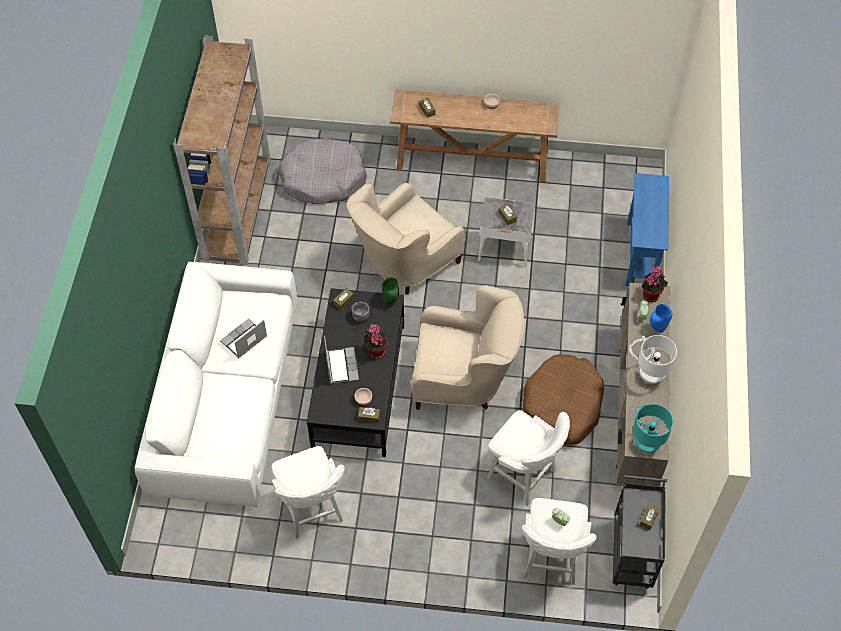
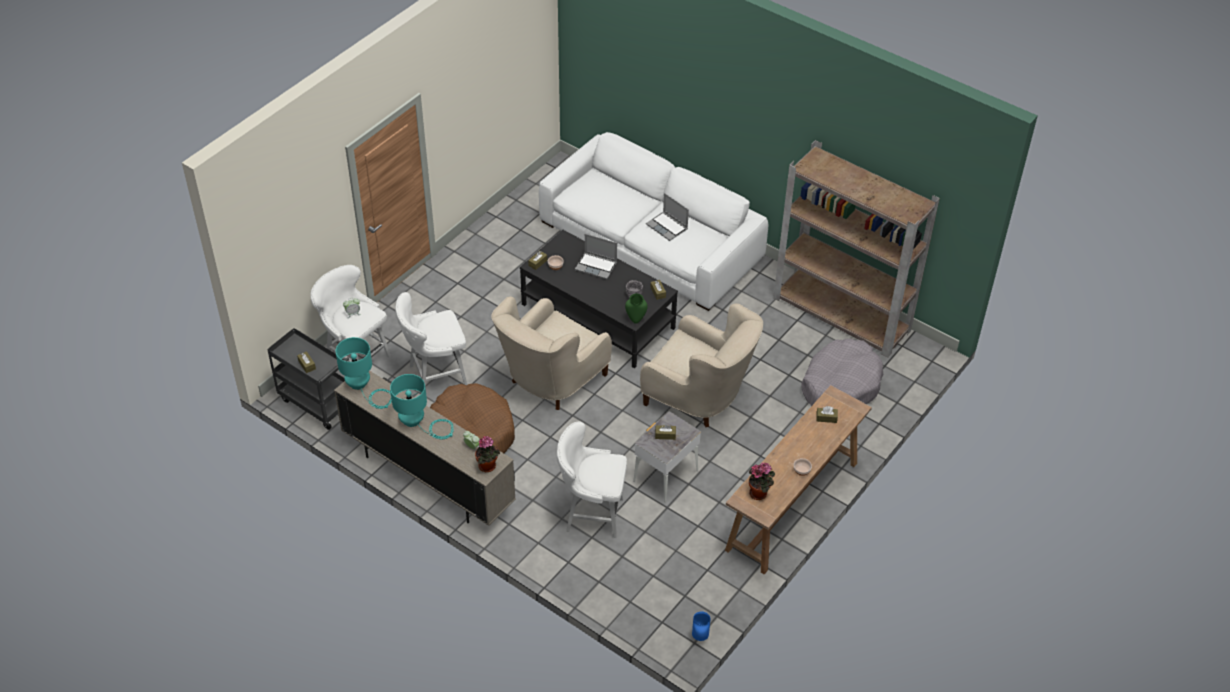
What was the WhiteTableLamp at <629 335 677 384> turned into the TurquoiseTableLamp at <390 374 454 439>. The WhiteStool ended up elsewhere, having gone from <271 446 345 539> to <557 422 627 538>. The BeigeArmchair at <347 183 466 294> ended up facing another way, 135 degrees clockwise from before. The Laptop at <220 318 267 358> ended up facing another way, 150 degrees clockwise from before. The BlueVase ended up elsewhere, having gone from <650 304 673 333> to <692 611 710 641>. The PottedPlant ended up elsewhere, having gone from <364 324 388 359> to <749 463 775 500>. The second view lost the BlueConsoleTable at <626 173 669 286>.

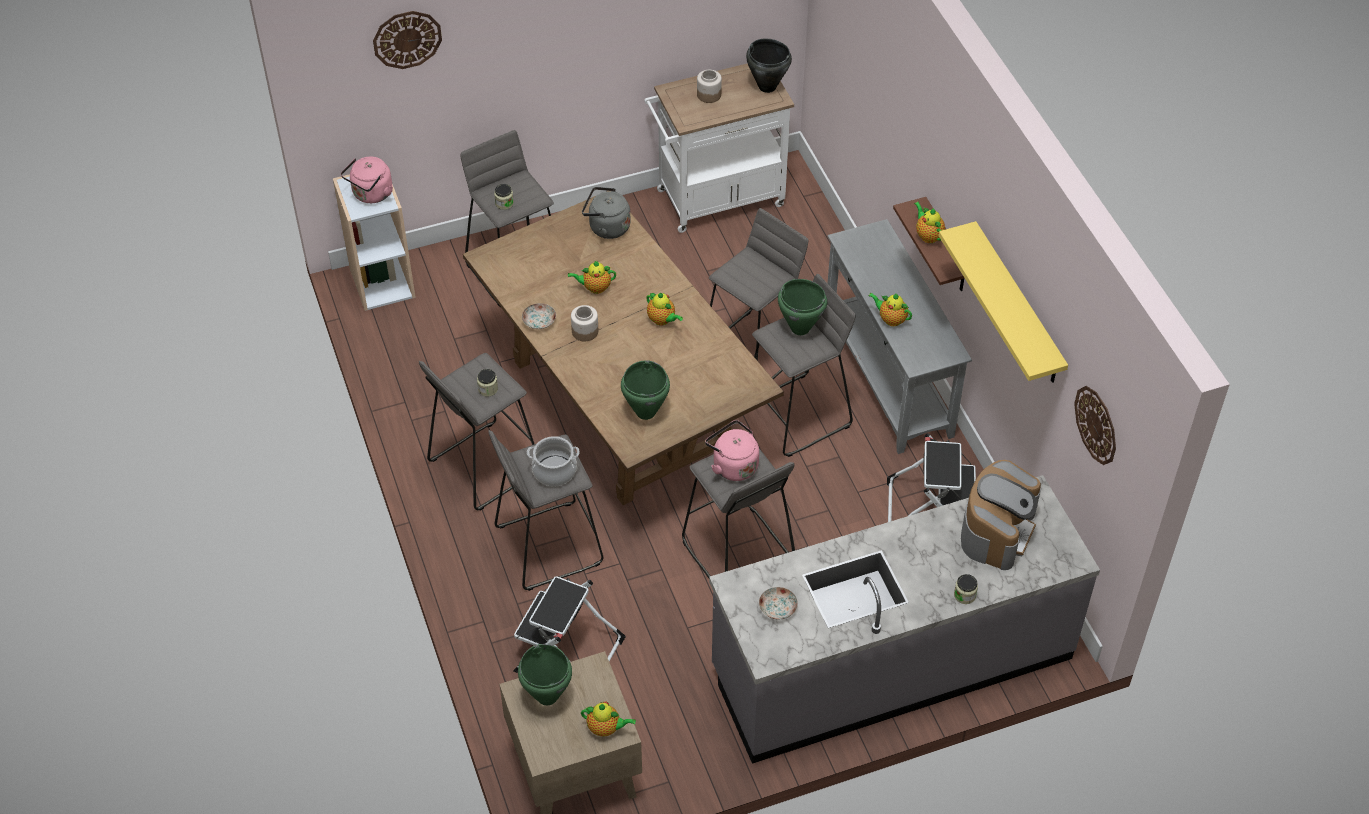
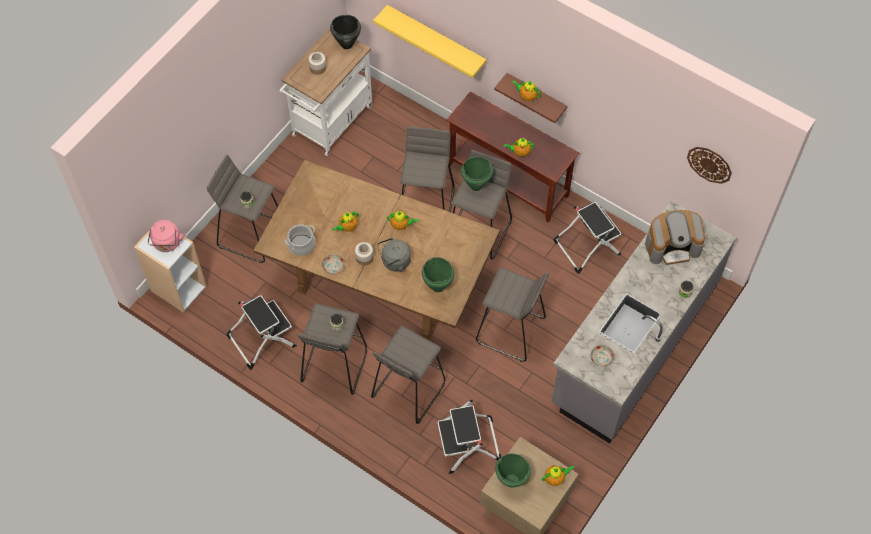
The second view gained the StepLadder at <226 295 297 370>. The CookingPot ended up elsewhere, having gone from <527 436 580 486> to <285 224 315 256>. The YellowShelf ended up elsewhere, having gone from <939 221 1068 383> to <373 5 487 78>. The GreyKettle ended up elsewhere, having gone from <582 187 631 239> to <377 238 411 272>. What was the GreyConsoleTable at <827 219 972 454> turned into the BrownConsoleTable at <446 92 579 223>. The CoffeeMachine at <961 460 1041 570> ended up facing another way, 90 degrees clockwise from before. The second view lost the WallClock at <373 11 442 69>. The second view lost the PinkKettle at <705 420 759 481>.

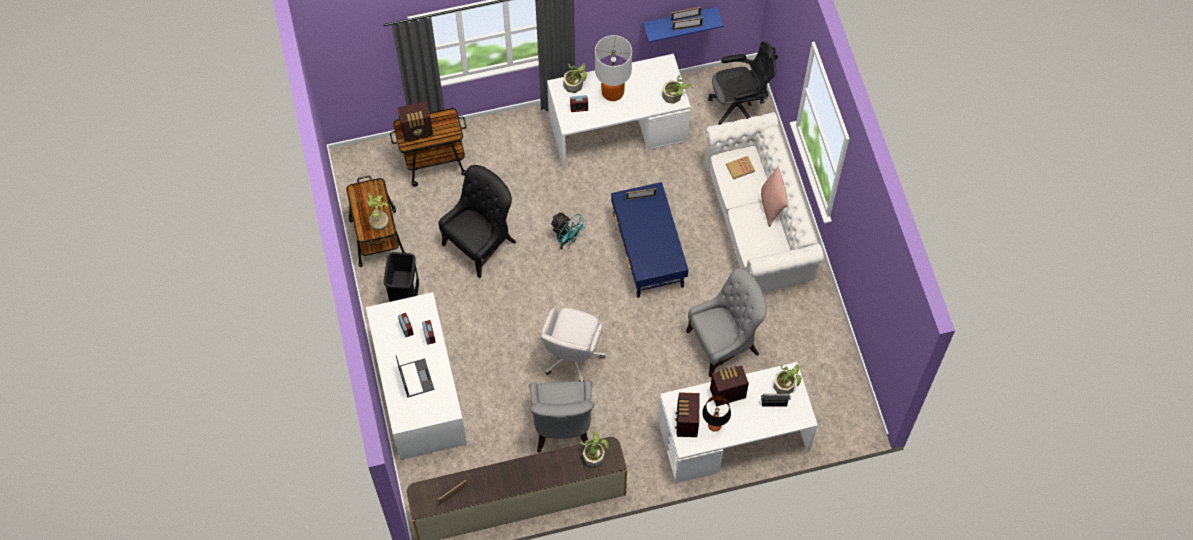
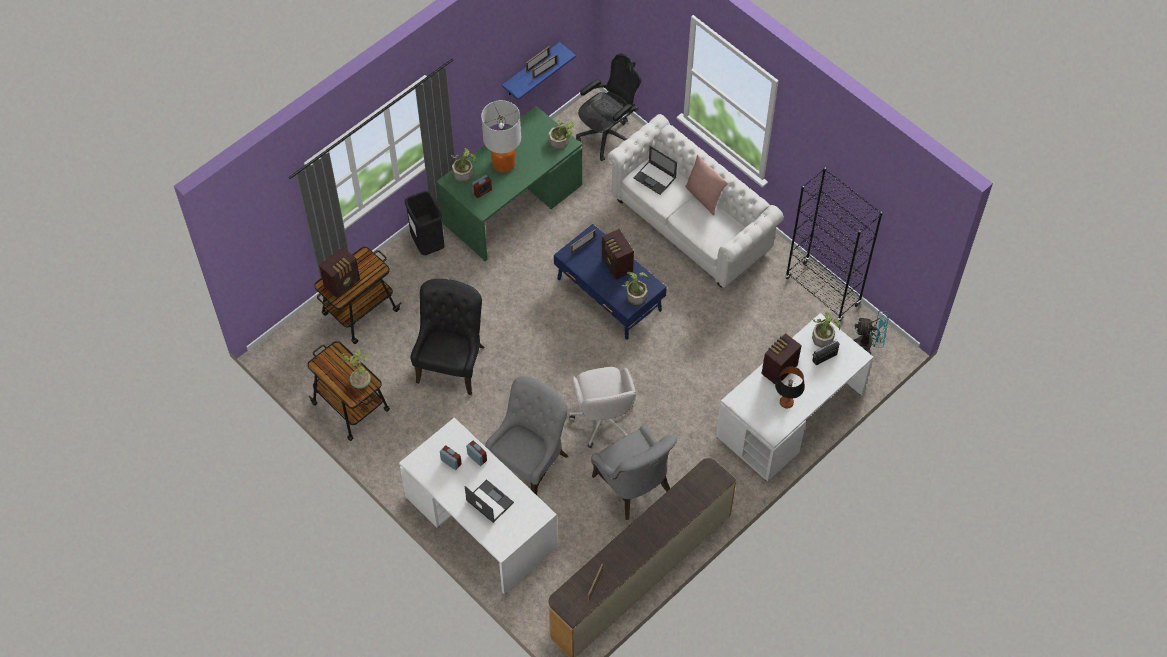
The BlackTrashCan ended up elsewhere, having gone from <384 252 419 302> to <405 191 444 255>. What was the WhiteDesk at <547 54 691 169> turned into the GreenDesk at <436 106 582 261>. The GreyChair ended up elsewhere, having gone from <686 268 767 377> to <485 376 568 495>. The Radio ended up elsewhere, having gone from <675 392 700 437> to <602 229 634 280>. The PottedPlant ended up elsewhere, having gone from <580 432 609 468> to <621 272 650 305>. Where the Book stood at <726 156 755 179>, the Laptop came to stand at <633 146 677 195>. The second view gained the BlackBookcase at <785 168 883 322>. The TurquoiseFan ended up elsewhere, having gone from <550 212 587 250> to <853 310 889 354>.

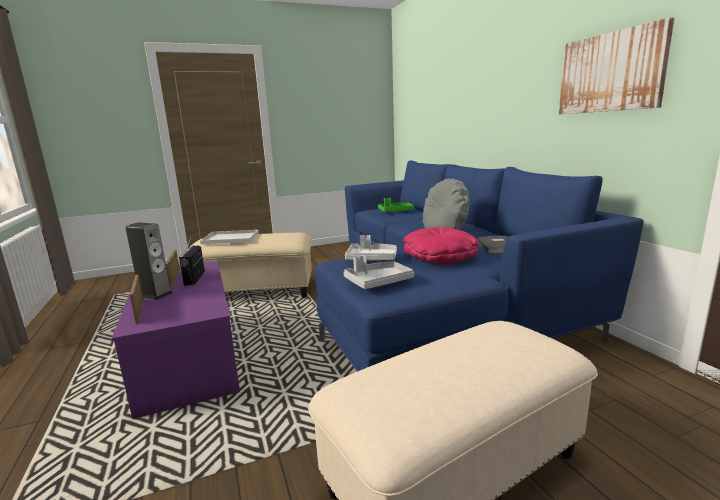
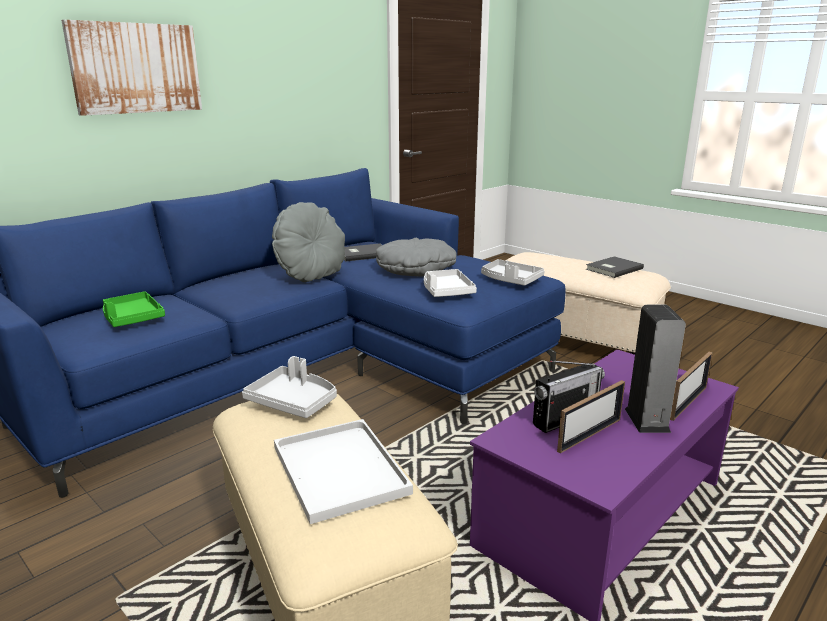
The Picture ended up elsewhere, having gone from <559 17 674 114> to <61 20 202 116>. The second view gained the GreyTray at <242 356 337 418>. What was the PinkPillow at <403 227 479 264> turned into the GreyPillow at <376 238 457 277>. The second view gained the GreyBook at <586 256 644 278>.

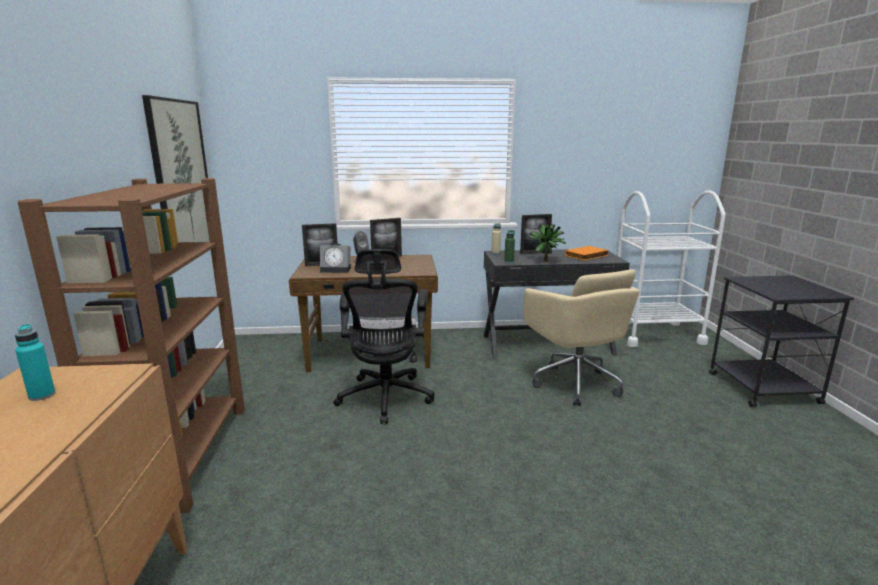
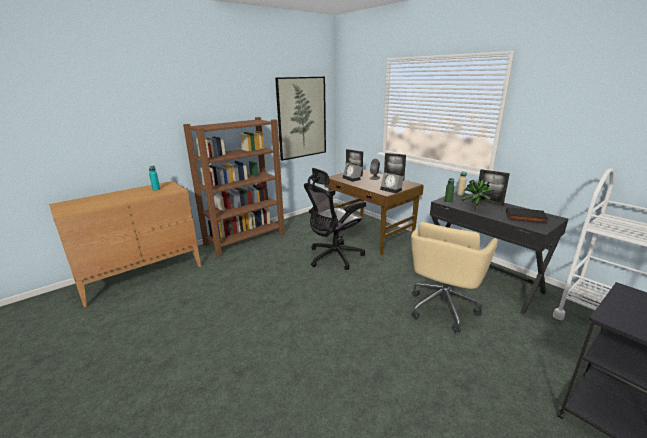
The second view gained the AlarmClock at <380 172 404 193>. What was the OrangeBook at <565 246 609 261> turned into the BlackBook at <506 207 548 224>.

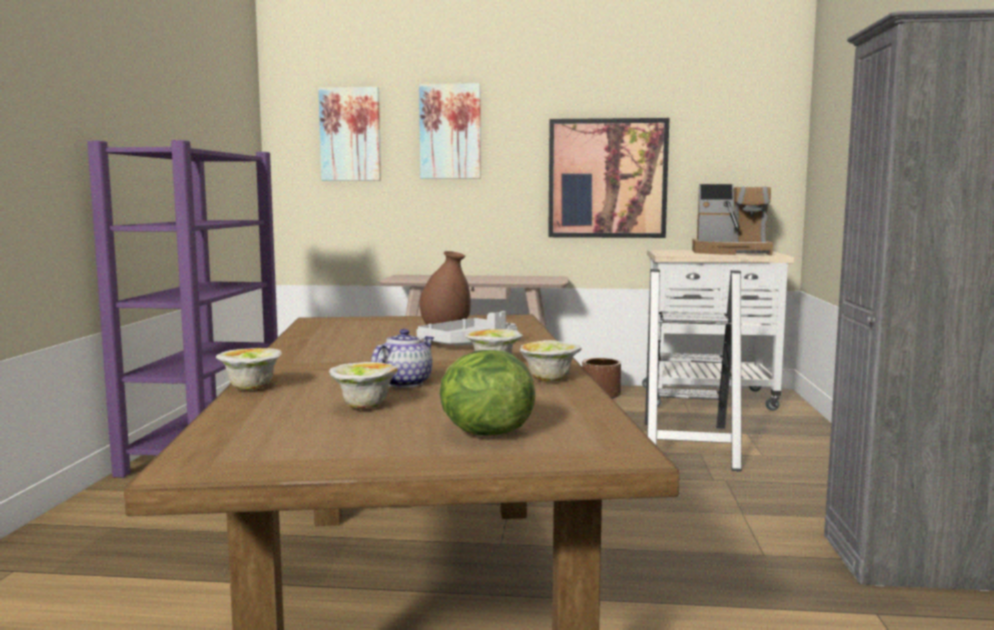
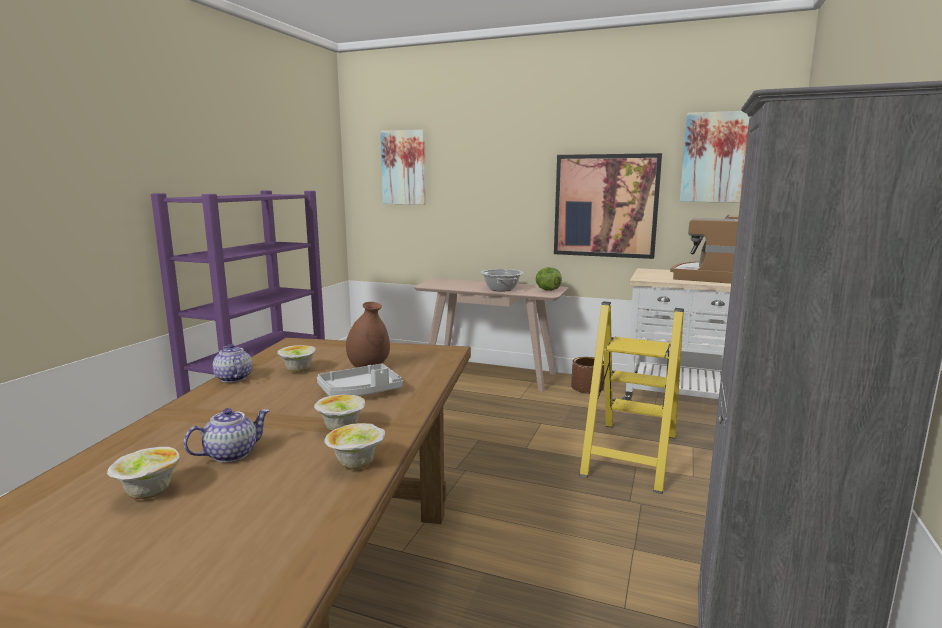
The second view gained the Teapot at <213 344 252 383>. The Bowl ended up elsewhere, having gone from <216 348 282 390> to <277 345 316 373>. The second view gained the CookingPot at <480 269 523 291>. The Lettuce ended up elsewhere, having gone from <439 350 536 436> to <536 267 562 291>. What was the GreyStepLadder at <645 269 742 471> turned into the YellowStepLadder at <579 301 684 494>. The CoffeeMachine at <692 184 773 255> ended up facing another way, 90 degrees clockwise from before. The Picture ended up elsewhere, having gone from <419 83 481 179> to <680 111 750 203>.

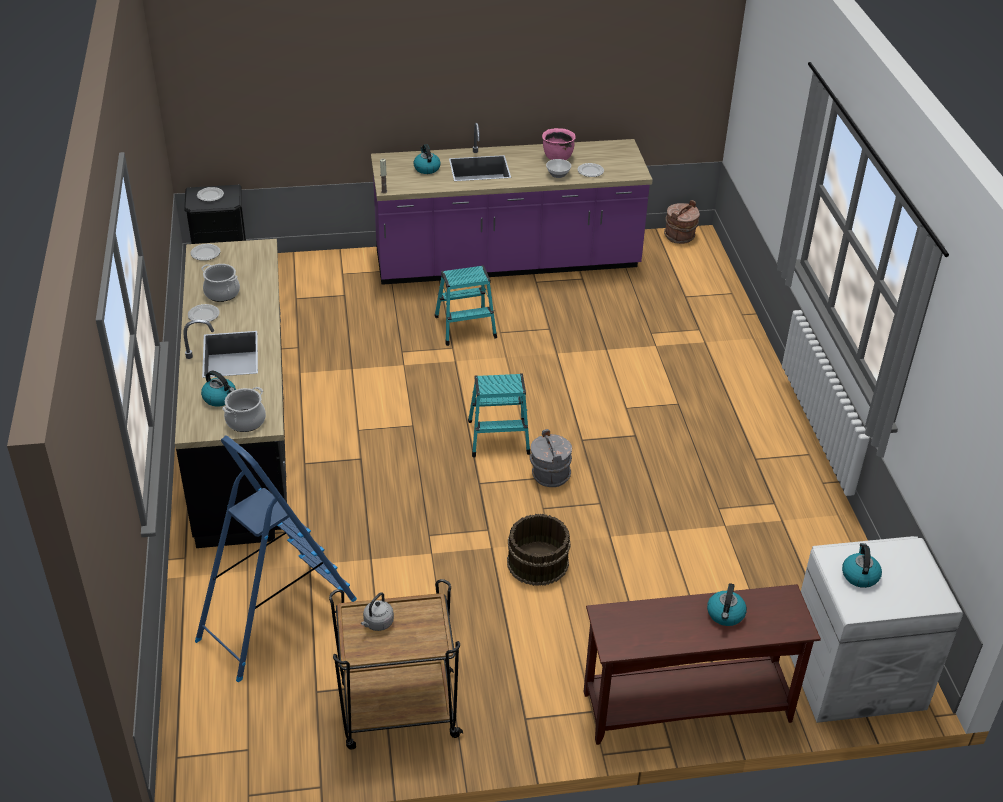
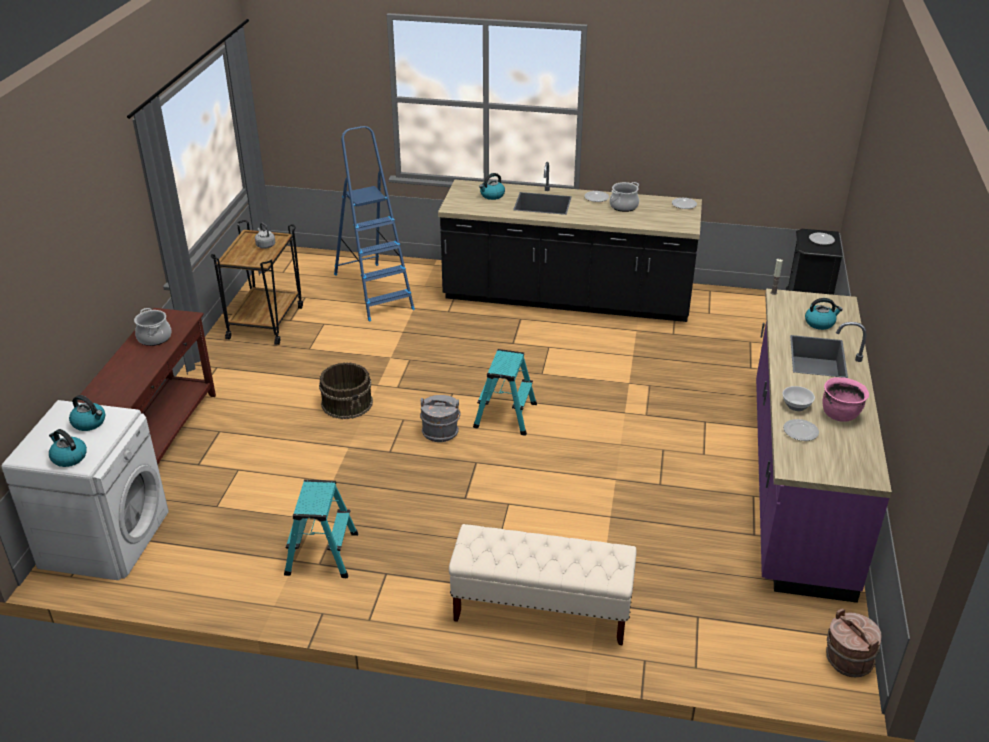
The Kettle ended up elsewhere, having gone from <707 583 747 626> to <49 429 87 467>. The CookingPot ended up elsewhere, having gone from <222 387 266 432> to <134 308 171 346>. The TurquoiseStepLadder ended up elsewhere, having gone from <434 265 497 346> to <284 479 358 578>. The second view gained the BeigeBench at <449 524 637 645>.

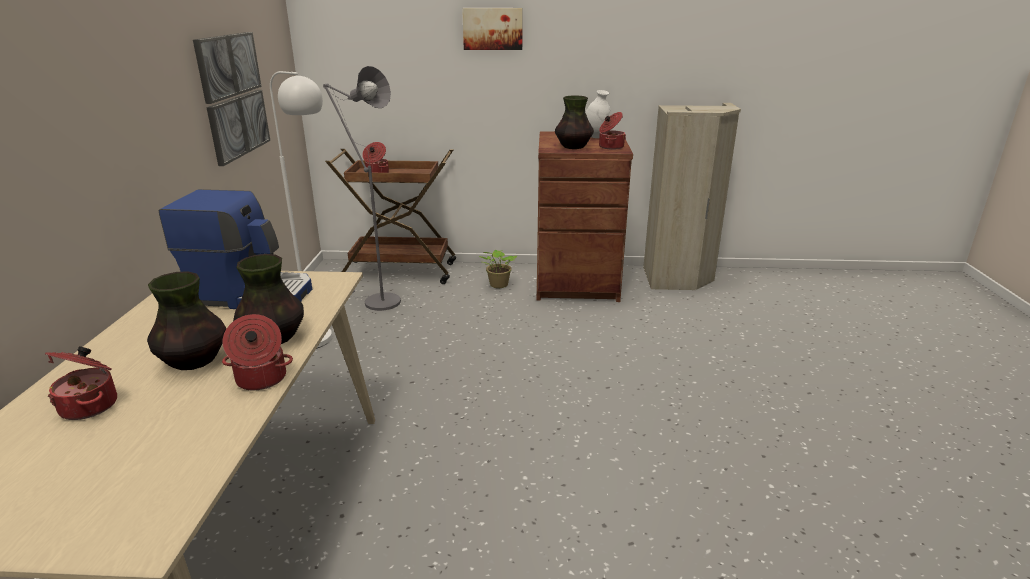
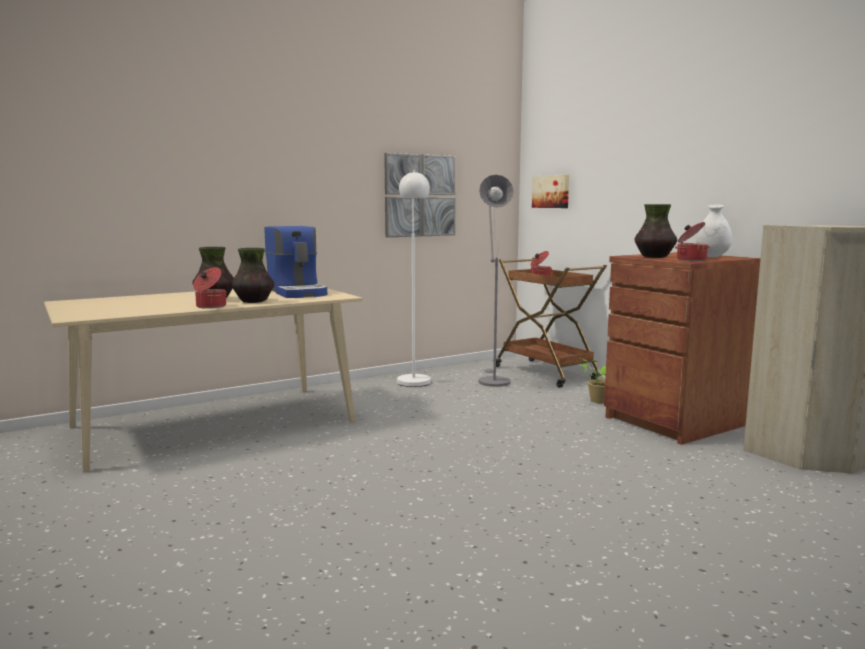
The Picture ended up elsewhere, having gone from <462 8 523 50> to <532 175 569 208>. The second view lost the CookingPot at <45 346 117 420>.

